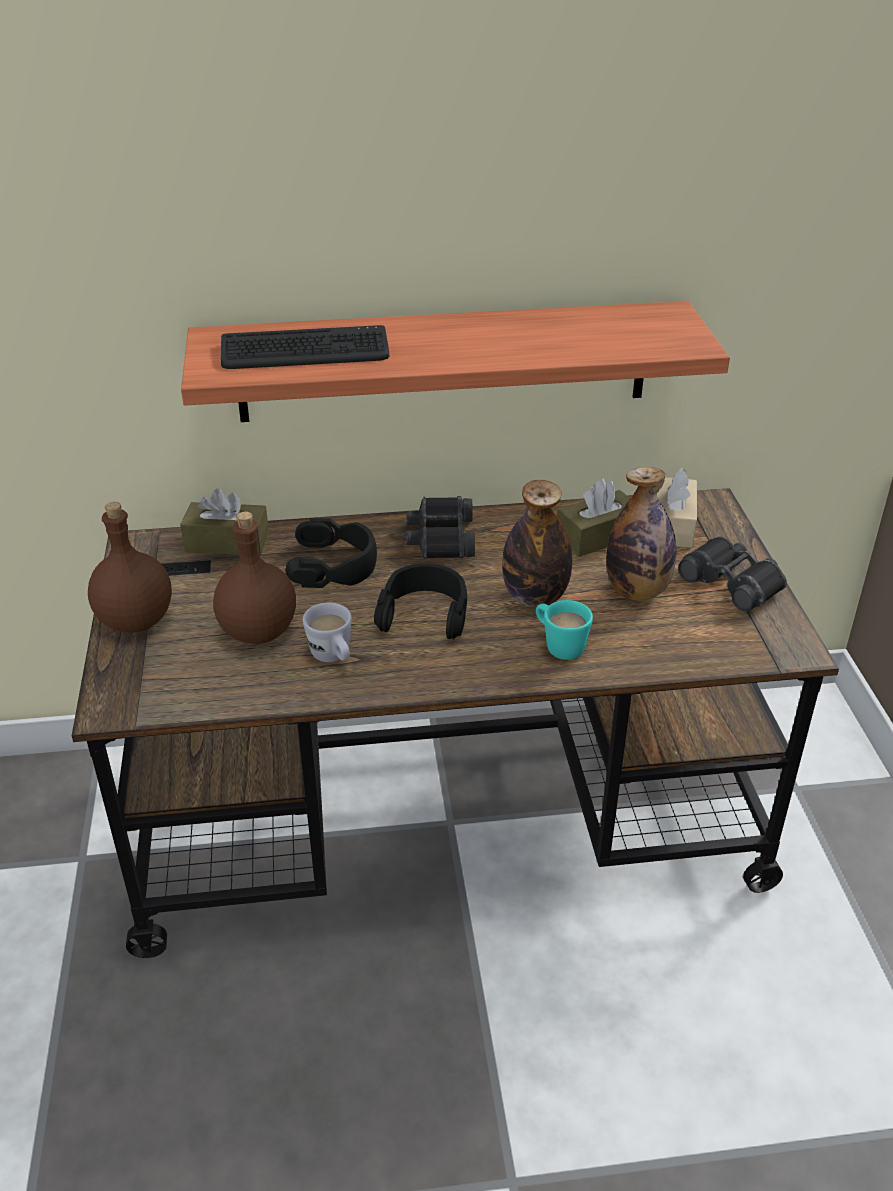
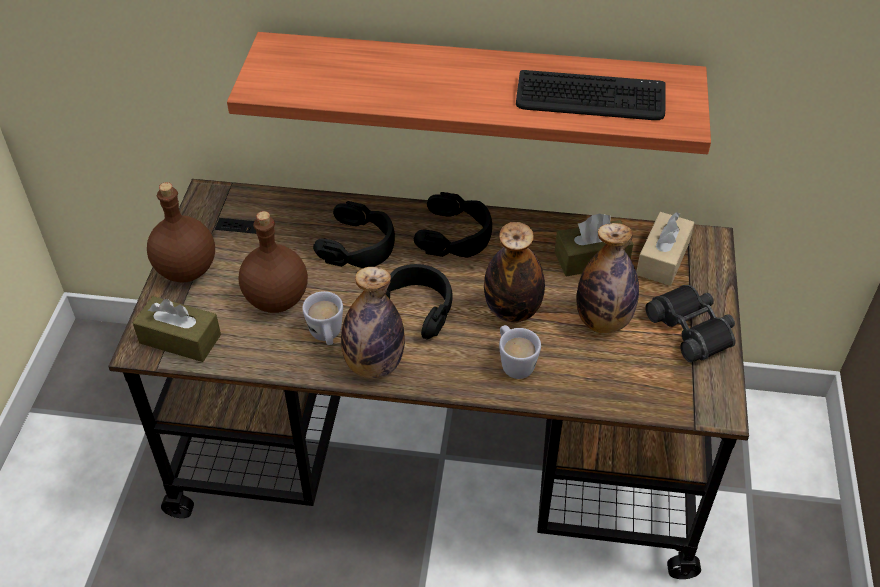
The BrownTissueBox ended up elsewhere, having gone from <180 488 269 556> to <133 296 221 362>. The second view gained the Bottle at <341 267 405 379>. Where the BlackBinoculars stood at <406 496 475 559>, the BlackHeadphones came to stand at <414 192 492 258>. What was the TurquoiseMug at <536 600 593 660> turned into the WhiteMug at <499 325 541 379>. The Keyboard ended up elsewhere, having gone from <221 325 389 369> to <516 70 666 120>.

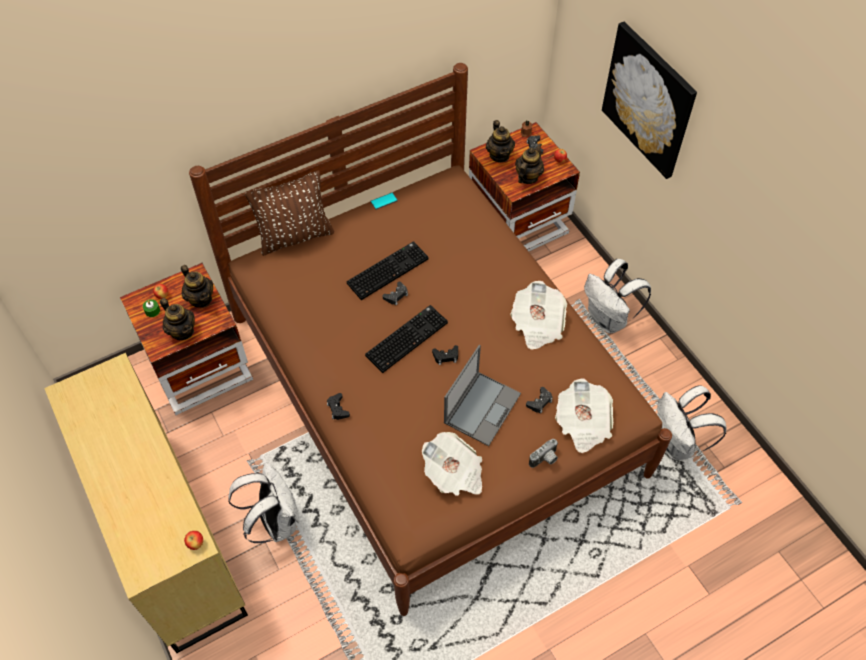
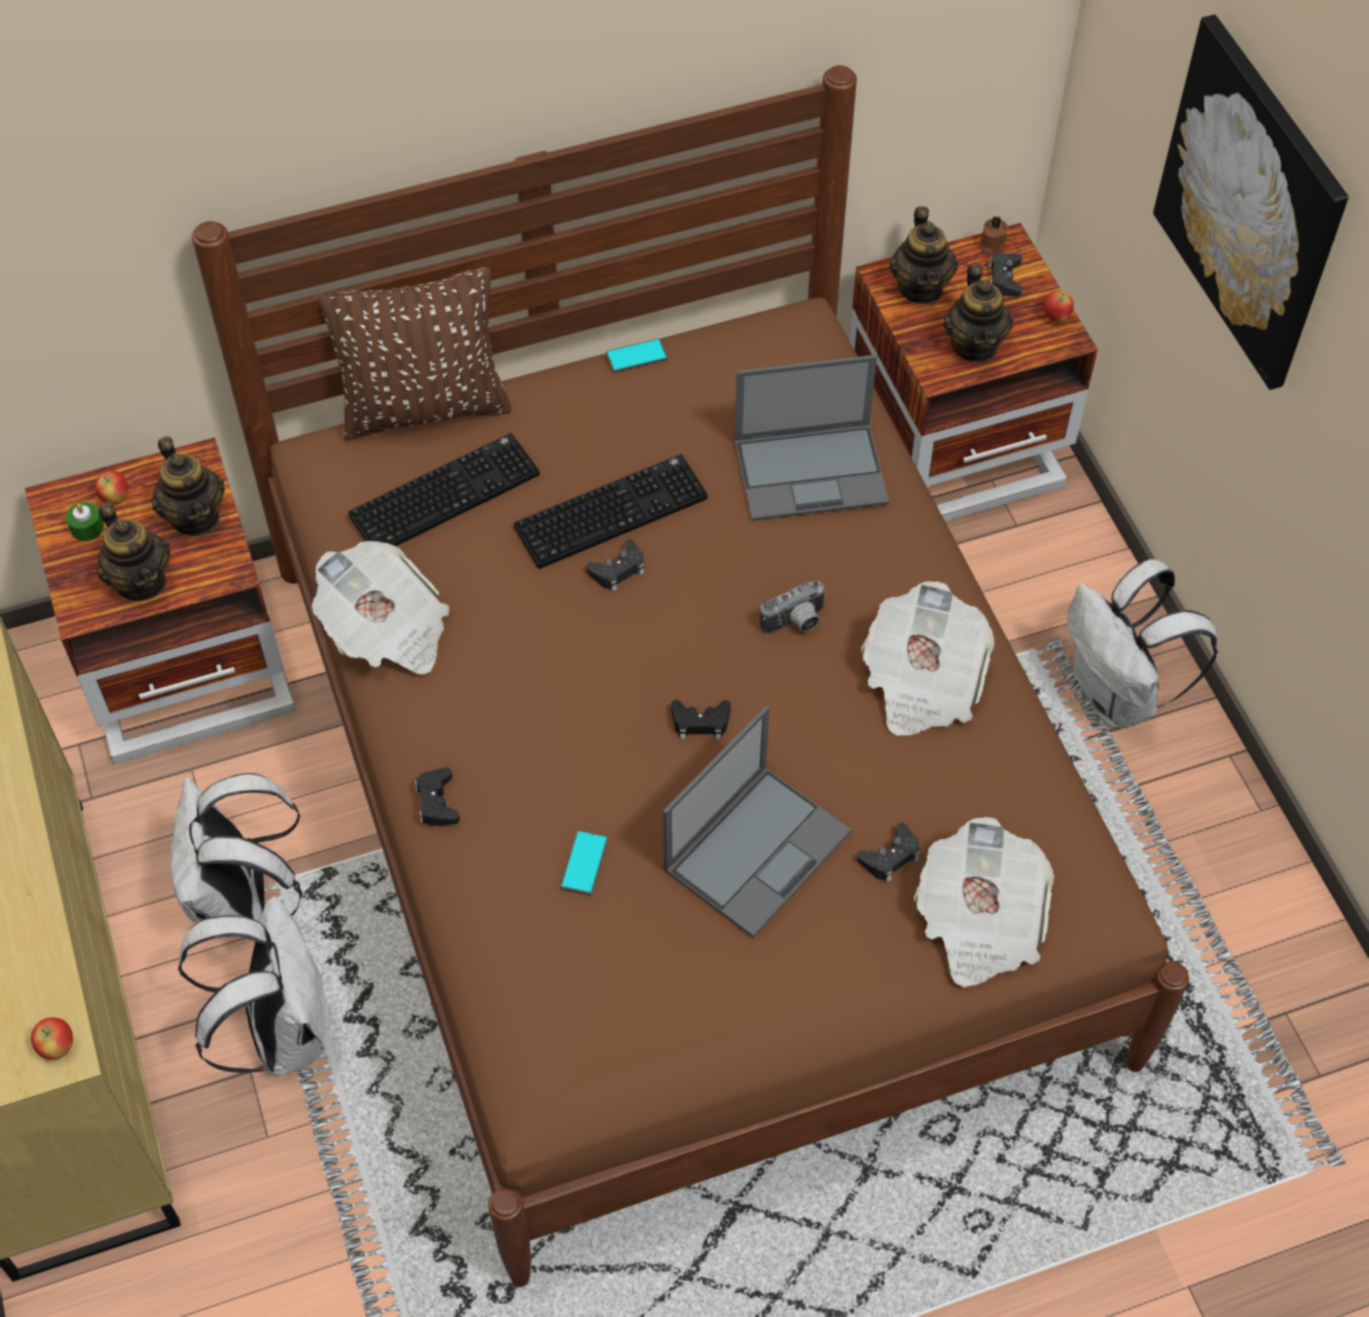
The WhiteBackpack ended up elsewhere, having gone from <657 385 727 460> to <170 773 302 937>. The Newspaper ended up elsewhere, having gone from <422 432 482 496> to <312 541 450 675>. The Keyboard ended up elsewhere, having gone from <365 305 448 373> to <348 433 540 546>. The second view gained the Phone at <560 830 608 896>. The second view gained the Laptop at <734 355 889 521>. The PhotoCamera ended up elsewhere, having gone from <529 439 558 468> to <760 581 826 634>. The Teapot at <515 143 544 184> ended up facing another way, 135 degrees clockwise from before.

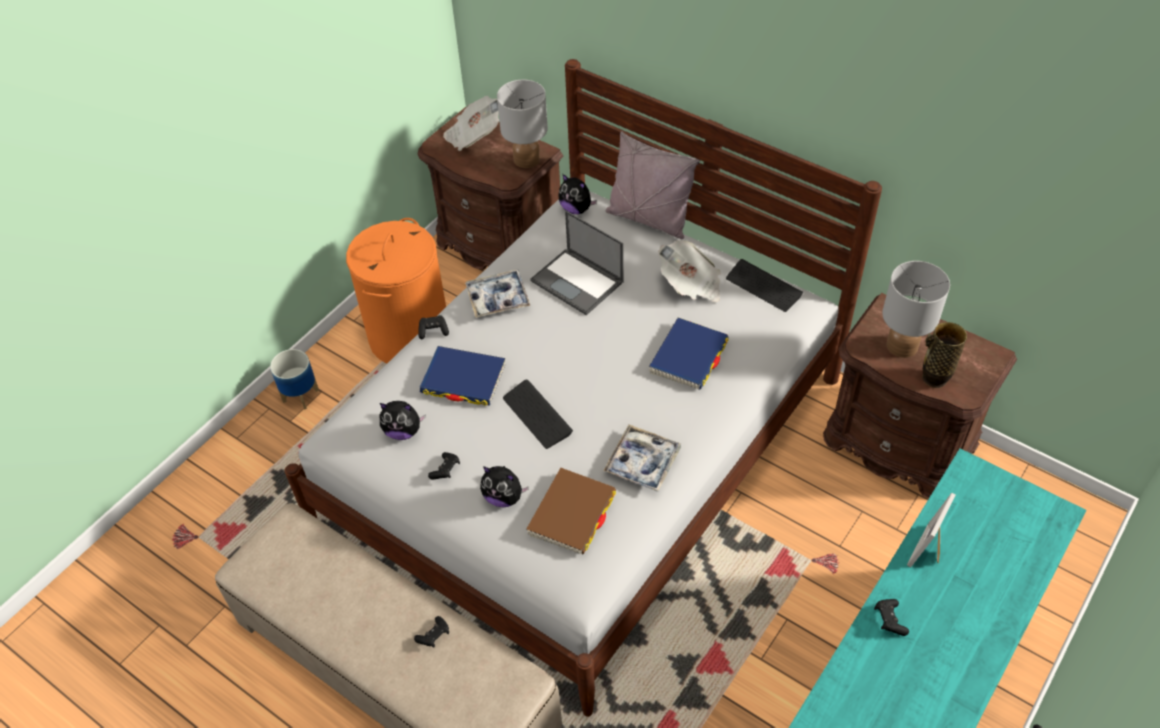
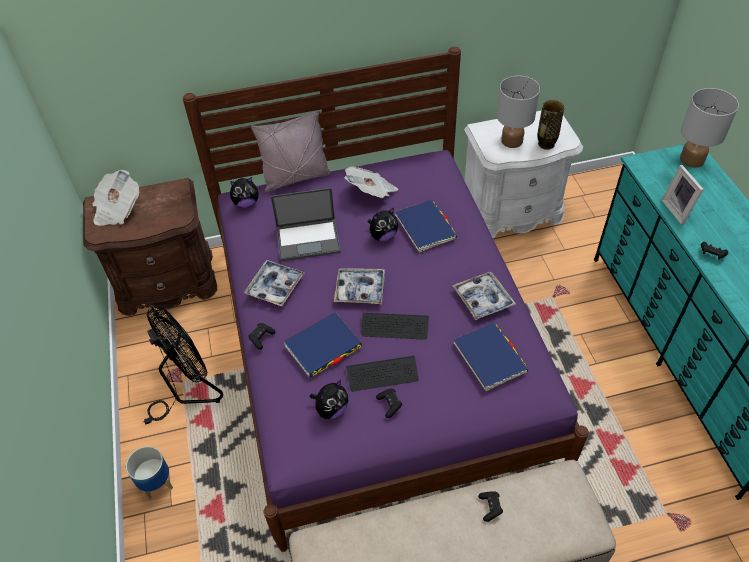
Where the OrangeLaundryBasket stood at <346 218 446 363>, the BlackFan came to stand at <143 305 223 424>. What was the WhiteBed at <285 59 882 717> turned into the PurpleBed at <183 47 589 552>. The second view gained the Tray at <334 268 385 304>. The Keyboard ended up elsewhere, having gone from <726 259 803 312> to <346 356 419 392>. The PlushToy ended up elsewhere, having gone from <480 466 529 507> to <368 208 398 241>. What was the BrownBook at <527 468 616 555> turned into the BlueBook at <453 323 528 391>. What was the BrownNightstand at <823 293 1017 498> turned into the WhiteNightstand at <464 110 583 238>. The GreyTableLamp ended up elsewhere, having gone from <497 80 548 168> to <680 88 739 168>.

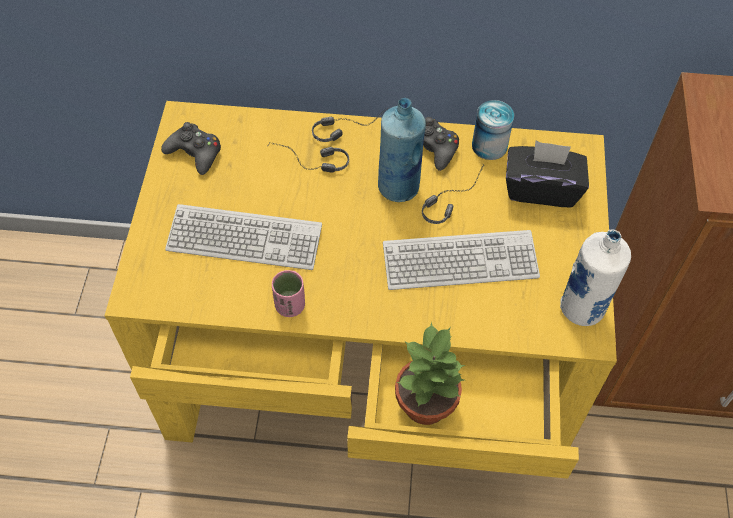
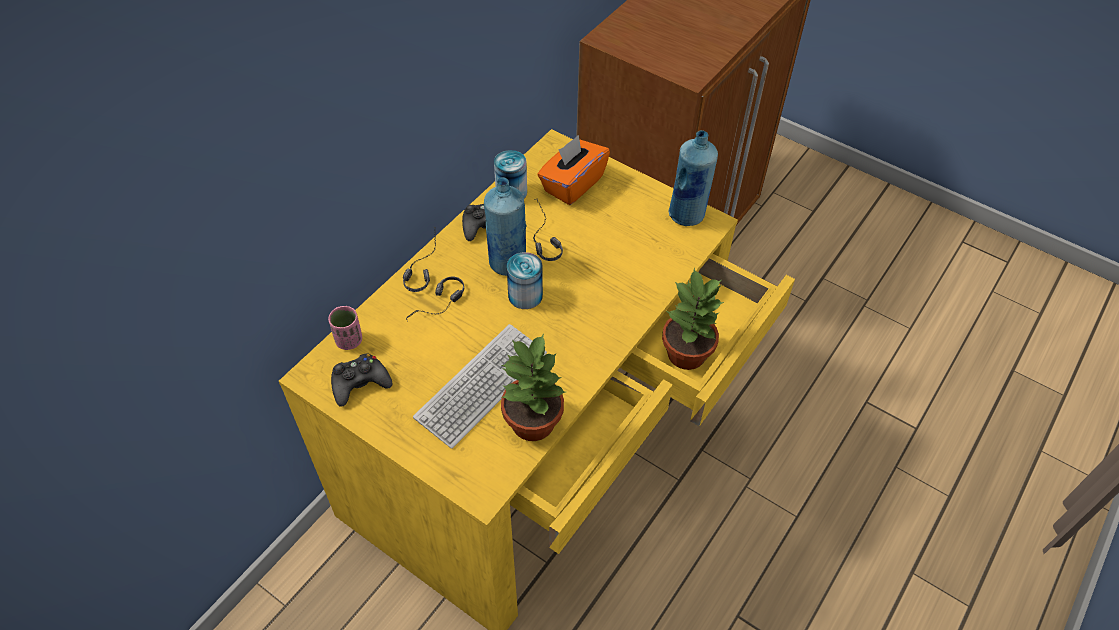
The PinkCup ended up elsewhere, having gone from <272 270 305 317> to <328 306 362 350>. The second view gained the PottedPlant at <501 334 566 441>. The second view gained the Can at <507 252 543 309>. What was the BlackTissueBox at <506 140 589 207> turned into the OrangeTissueBox at <537 135 610 205>. What was the WhiteBottle at <560 229 631 326> turned into the BlueBottle at <669 130 718 226>. The second view lost the Keyboard at <383 230 540 290>.

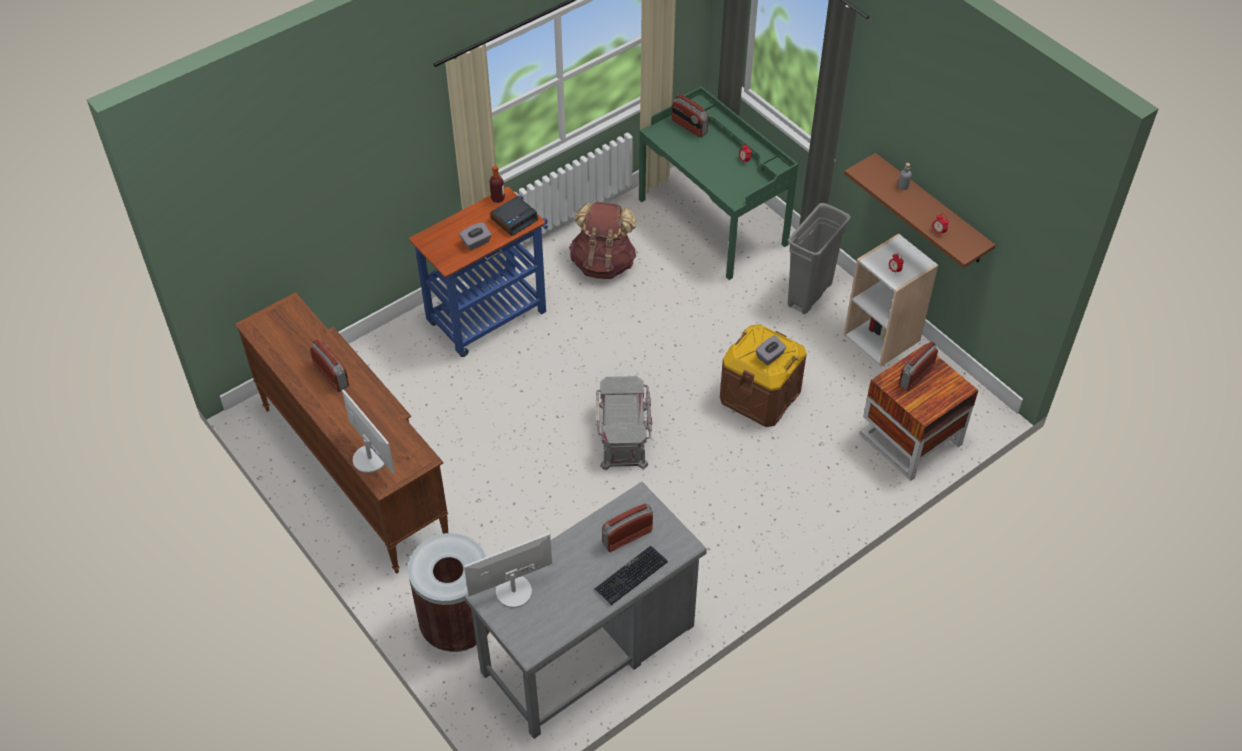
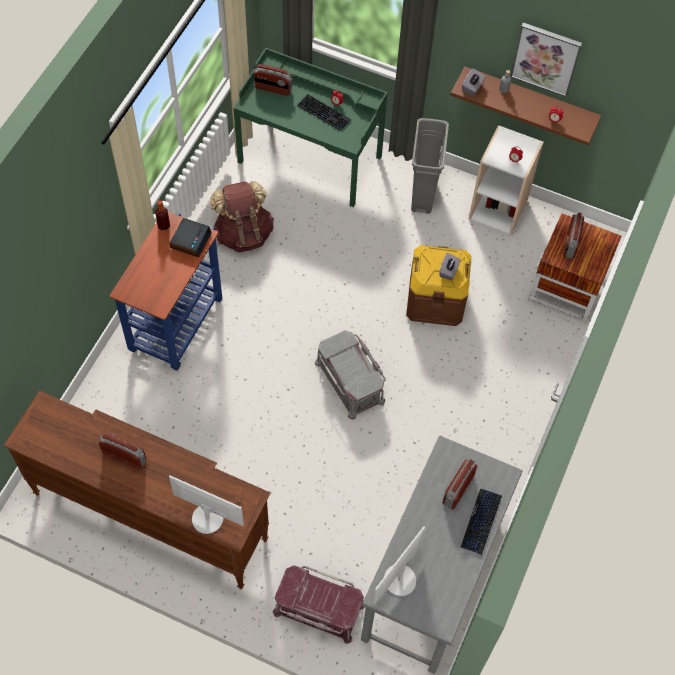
Where the BrownTrashCan stood at <408 533 490 652>, the RedStorageBox came to stand at <273 565 365 644>. The second view gained the Keyboard at <297 94 351 131>. The GreyTissueBox ended up elsewhere, having gone from <459 222 492 250> to <462 68 486 96>. The second view gained the Picture at <510 22 582 97>.

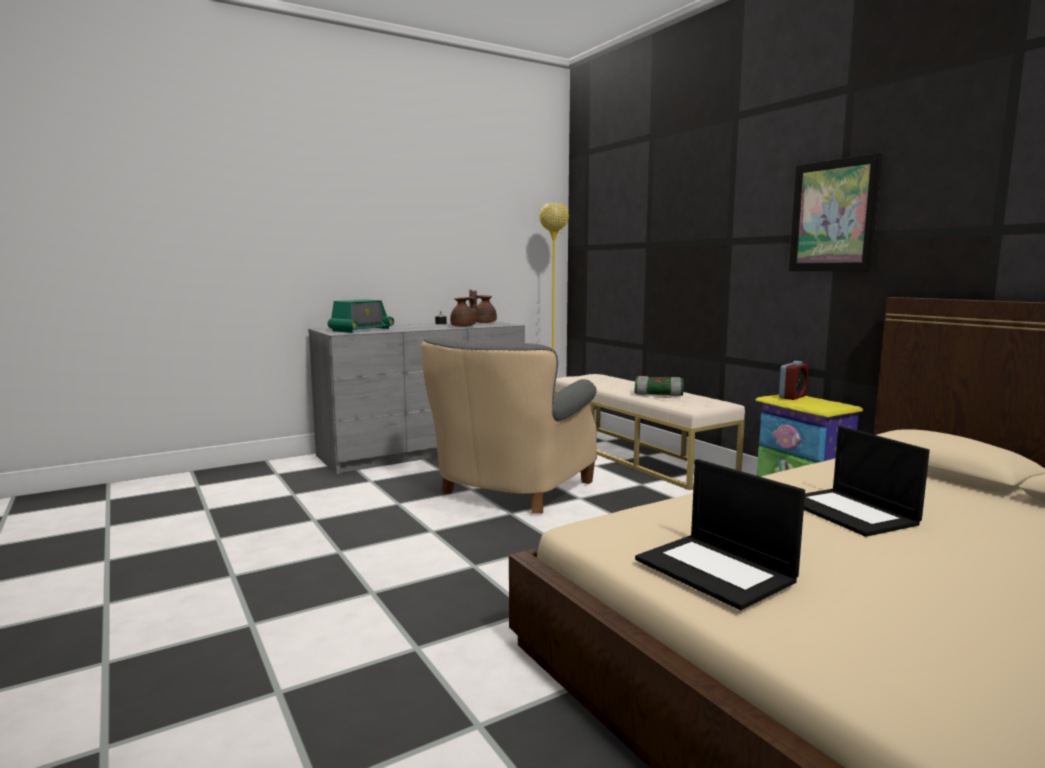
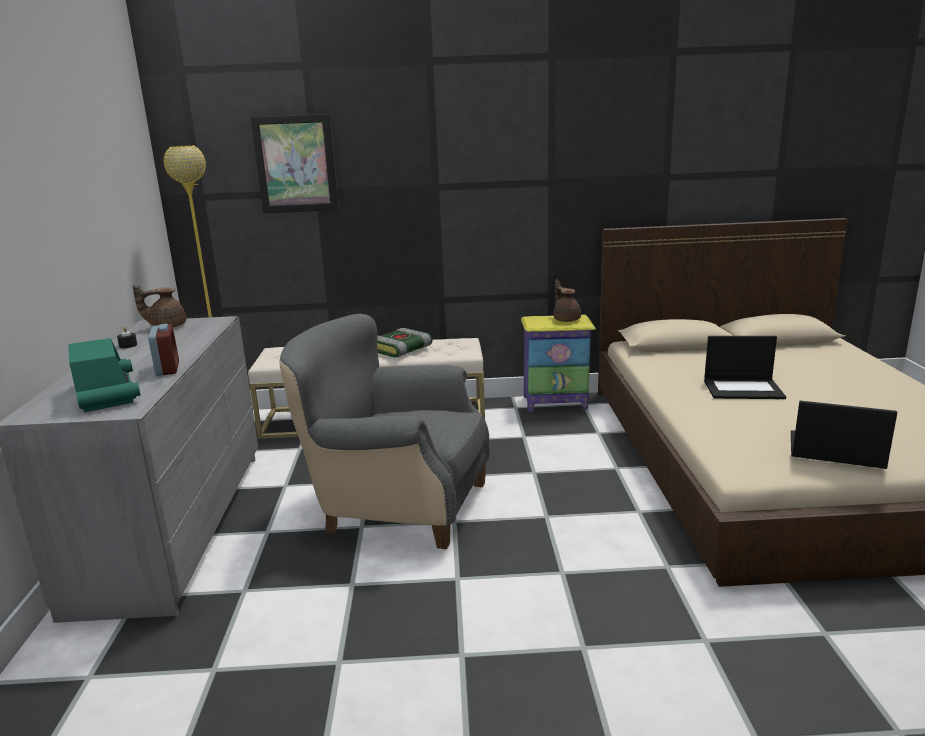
The AlarmClock ended up elsewhere, having gone from <779 361 809 400> to <148 324 179 376>. The Picture ended up elsewhere, having gone from <789 153 882 272> to <251 114 339 213>. The GreyArmchair at <421 337 597 513> ended up facing another way, 135 degrees clockwise from before. The BrownTeapot ended up elsewhere, having gone from <450 291 477 327> to <553 279 581 322>. The Laptop at <635 459 805 610> ended up facing another way, 150 degrees counterclockwise from before.

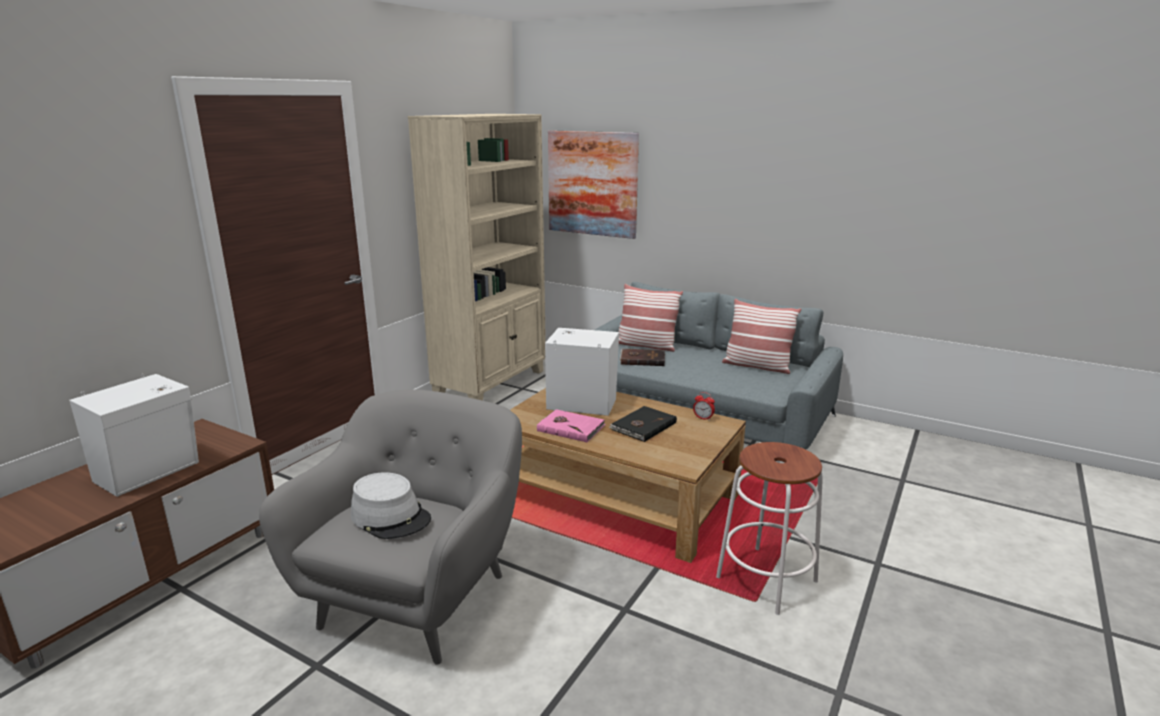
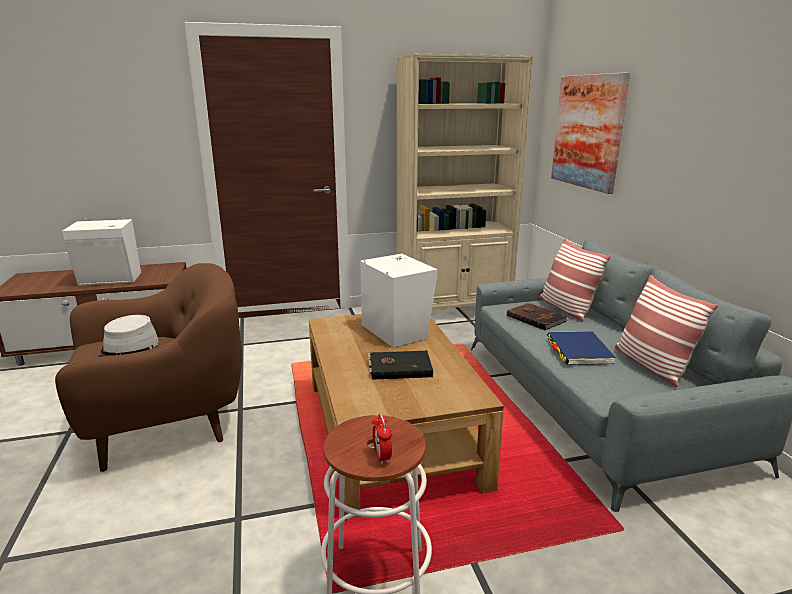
What was the GreyArmchair at <259 390 522 665> turned into the BrownArmchair at <55 263 242 472>. The AlarmClock ended up elsewhere, having gone from <693 392 715 420> to <372 413 392 465>. The second view gained the BlueBook at <547 331 616 365>. The second view lost the PinkBook at <537 409 605 442>.

